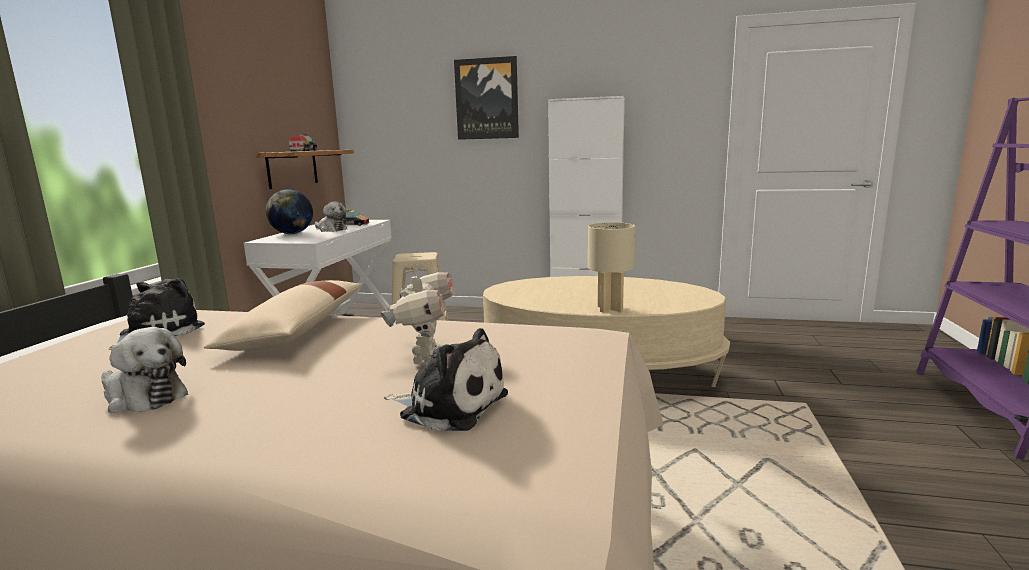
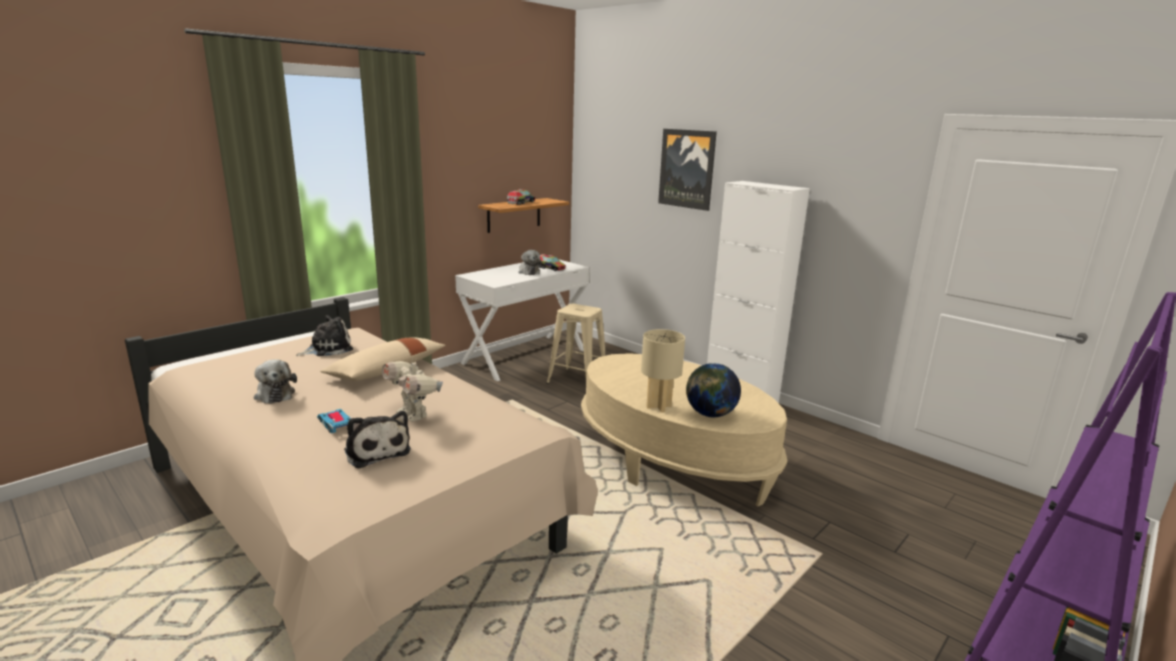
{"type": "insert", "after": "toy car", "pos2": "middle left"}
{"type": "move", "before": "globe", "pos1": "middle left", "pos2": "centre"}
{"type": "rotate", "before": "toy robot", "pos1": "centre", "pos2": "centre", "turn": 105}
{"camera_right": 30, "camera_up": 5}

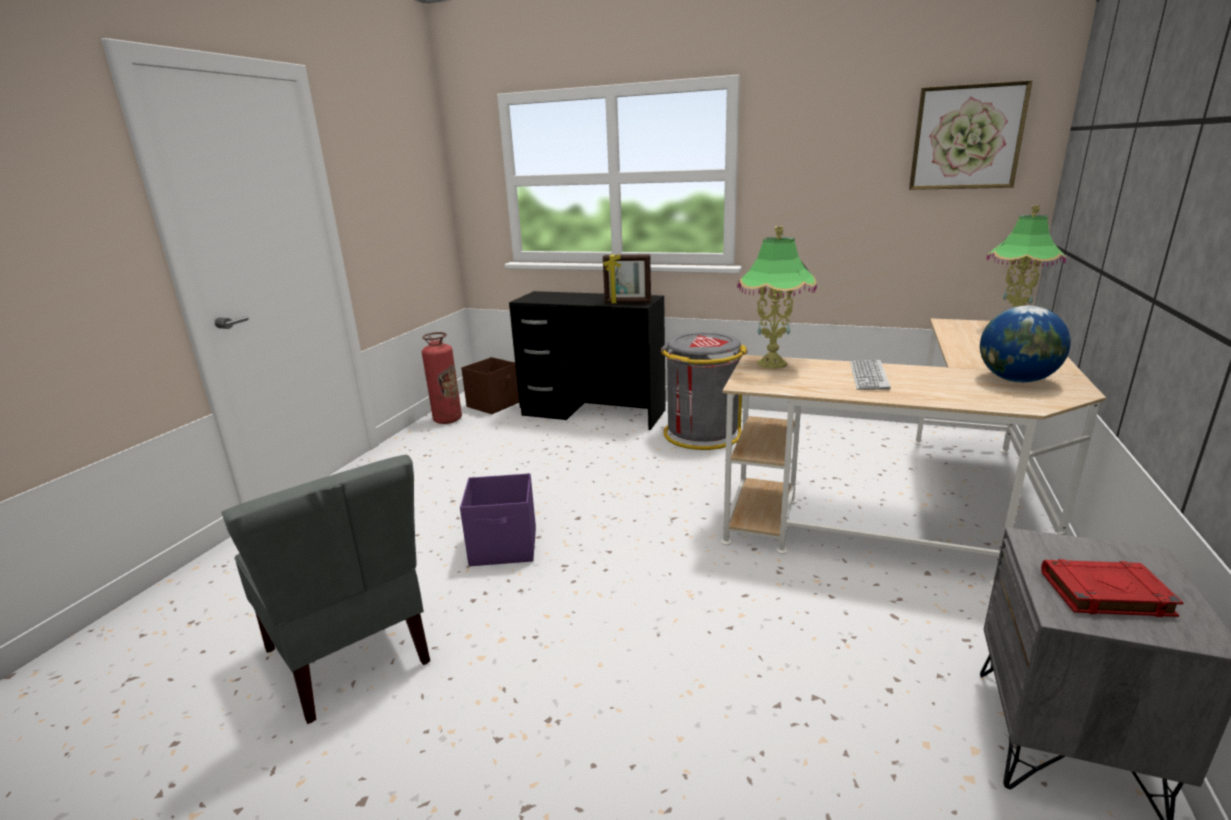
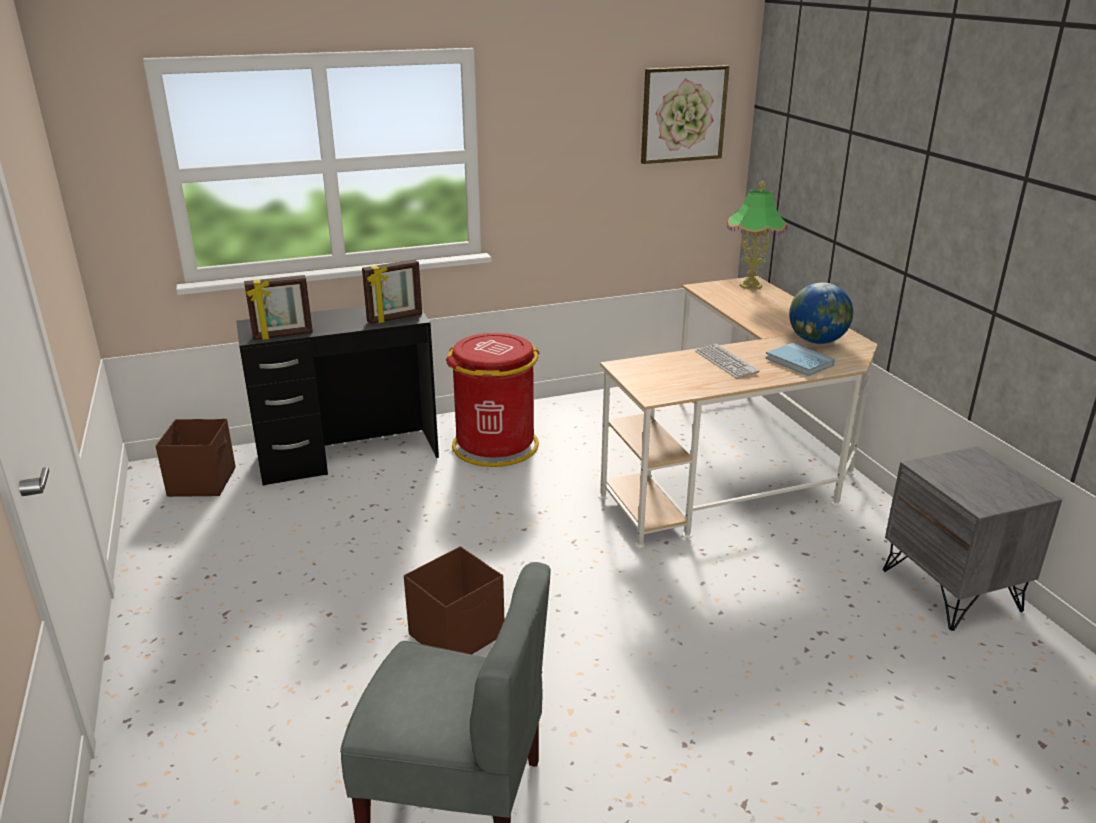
{"type": "delete", "before": "fire extinguisher", "pos1": "centre"}
{"type": "delete", "before": "table lamp (1st from left)", "pos1": "centre"}
{"type": "delete", "before": "red book", "pos1": "bottom right"}
{"type": "insert", "after": "picture frame (1st from left)", "pos2": "middle left"}
{"type": "insert", "after": "blue book", "pos2": "middle right"}
{"type": "recolor", "before": "purple storage box", "after": "brown storage box (2nd from left)", "pos1": "centre", "pos2": "bottom centre"}
{"type": "recolor", "before": "grey trash can", "after": "red trash can", "pos1": "centre", "pos2": "centre"}
{"camera_right": -40, "camera_up": 5}

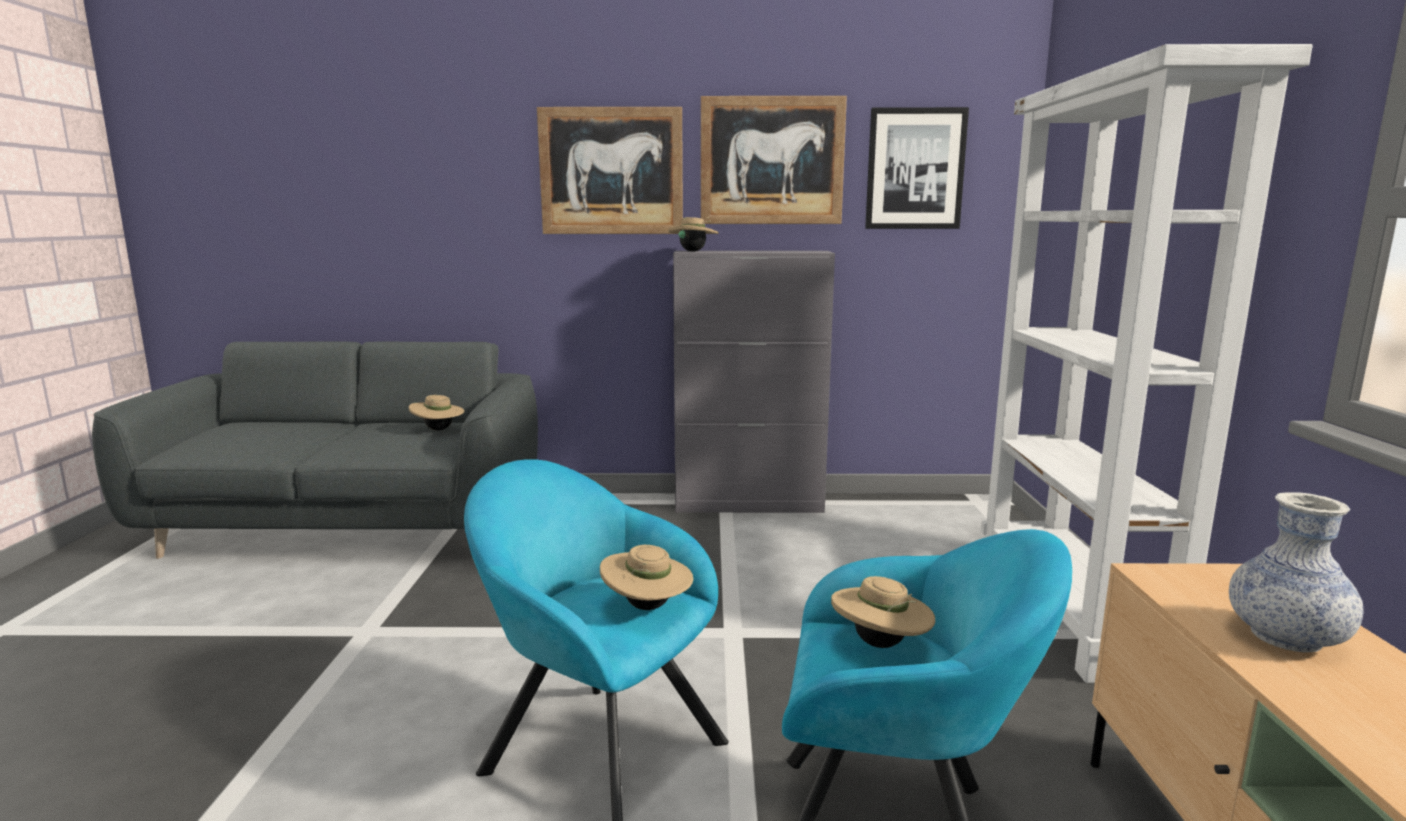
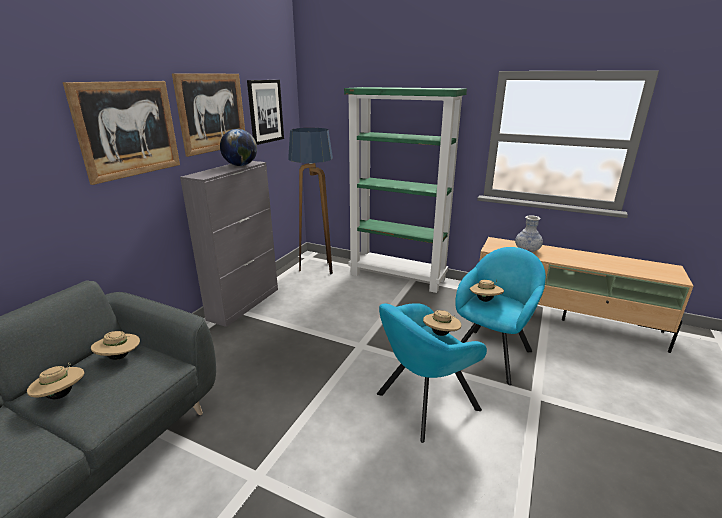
{"type": "insert", "after": "globe", "pos2": "top left"}
{"type": "insert", "after": "floor lamp", "pos2": "centre"}
{"type": "move", "before": "beige hat (3rd from left in the first image)", "after": "beige hat (1st from left)", "pos1": "top centre", "pos2": "bottom left"}
{"type": "recolor", "before": "white bookcase", "after": "green bookcase", "pos1": "middle right", "pos2": "centre"}
{"camera_right": -65, "camera_up": 10}

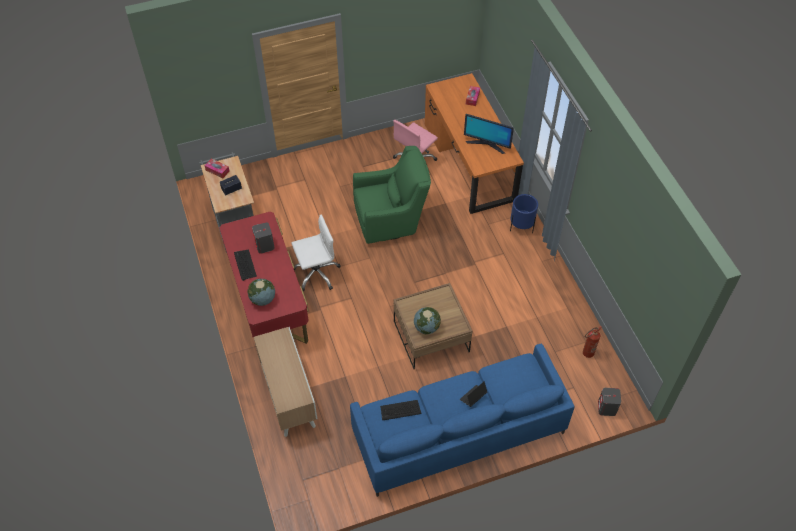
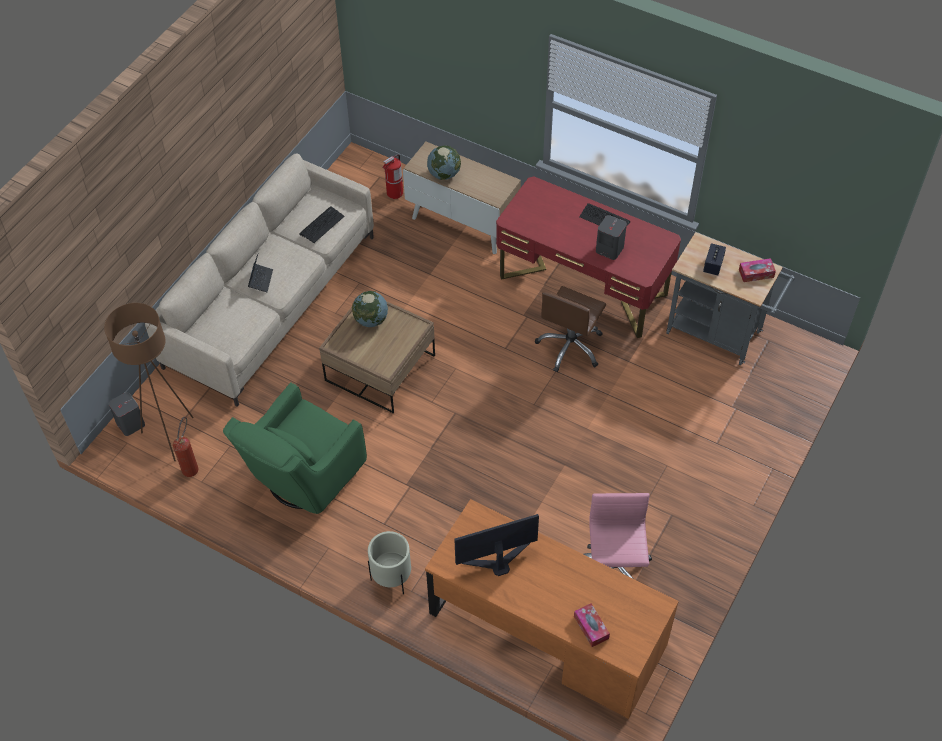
{"type": "insert", "after": "brown floor lamp", "pos2": "middle left"}
{"type": "insert", "after": "fire extinguisher (2nd from left)", "pos2": "top centre"}
{"type": "move", "before": "globe (1st from left in the first image)", "after": "globe (2nd from left)", "pos1": "middle left", "pos2": "top centre"}
{"type": "move", "before": "green armchair", "pos1": "centre", "pos2": "middle left"}
{"type": "recolor", "before": "white office chair", "after": "brown office chair", "pos1": "centre", "pos2": "centre"}
{"type": "recolor", "before": "blue sofa", "after": "beige sofa", "pos1": "bottom centre", "pos2": "middle left"}
{"type": "recolor", "before": "blue planter", "after": "beige planter", "pos1": "centre", "pos2": "bottom centre"}
{"camera_right": 140, "camera_up": 0}

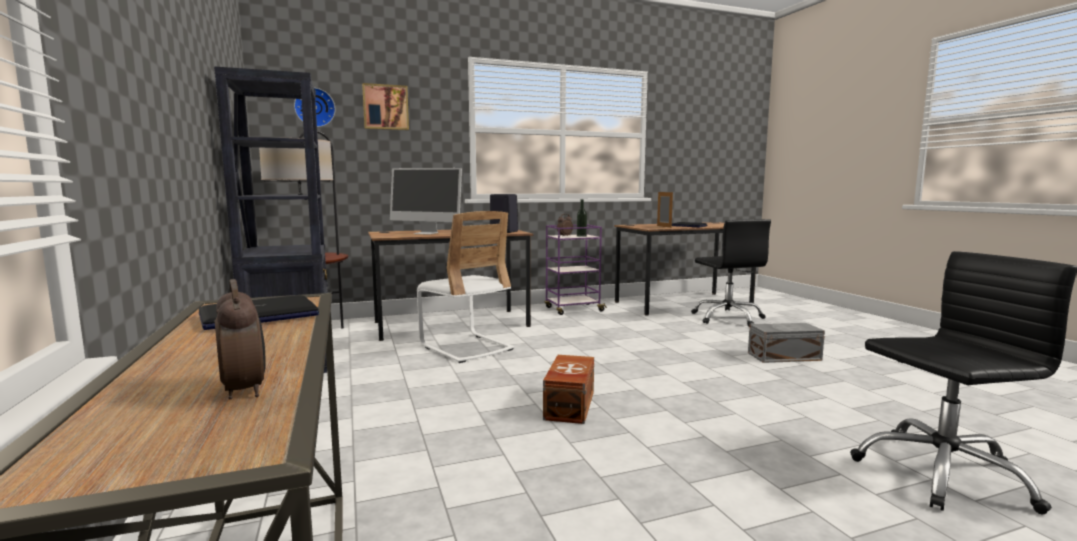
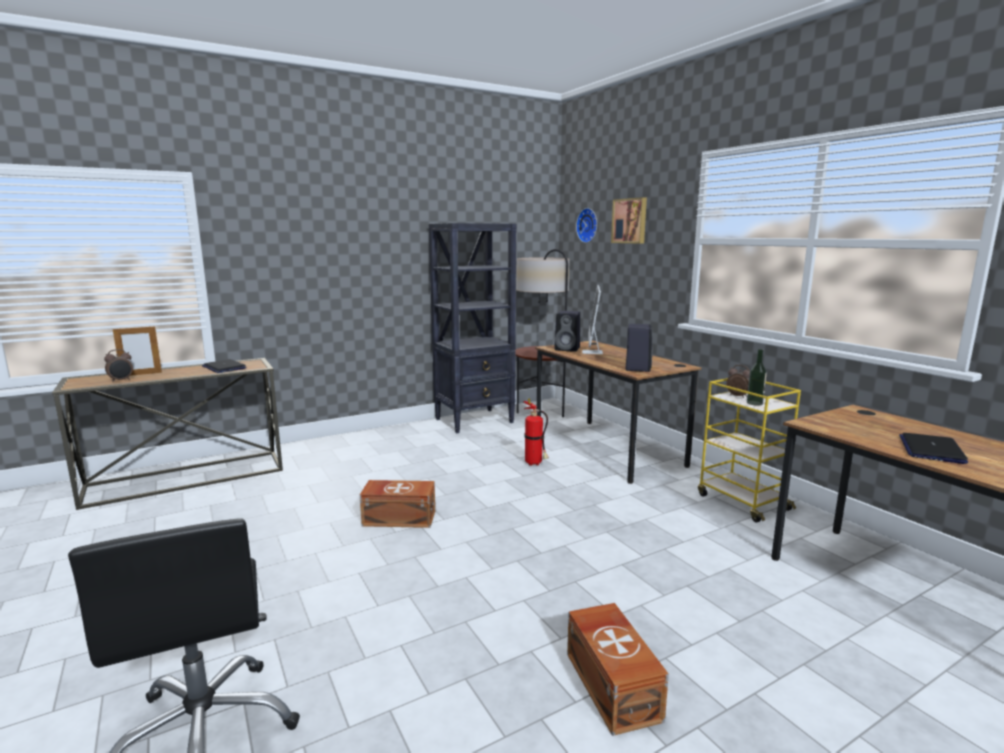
{"type": "delete", "before": "black office chair (1st from left)", "pos1": "middle right"}
{"type": "insert", "after": "black speaker (1st from left)", "pos2": "centre"}
{"type": "move", "before": "picture frame", "pos1": "centre", "pos2": "middle left"}
{"type": "replace", "before": "white chair", "after": "fire extinguisher", "pos1": "centre", "pos2": "centre"}
{"type": "recolor", "before": "purple cart", "after": "yellow cart", "pos1": "centre", "pos2": "middle right"}
{"type": "recolor", "before": "grey storage box", "after": "brown storage box (2nd from left)", "pos1": "middle right", "pos2": "bottom centre"}
{"camera_right": 80, "camera_up": 5}

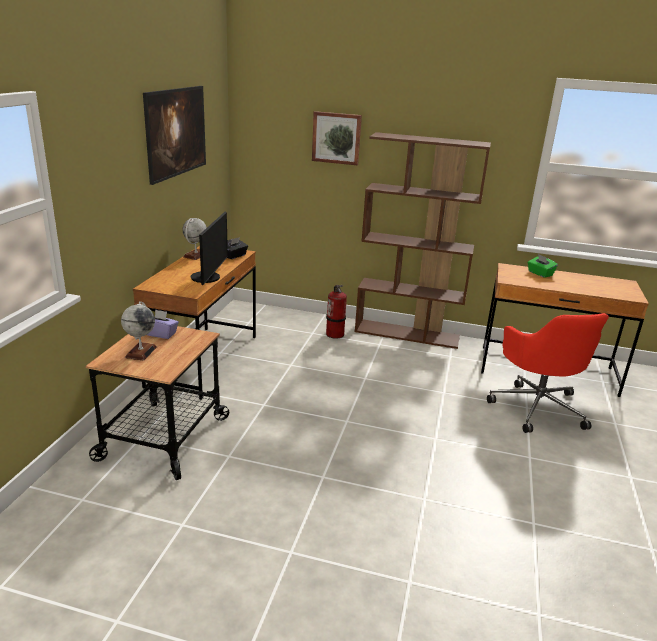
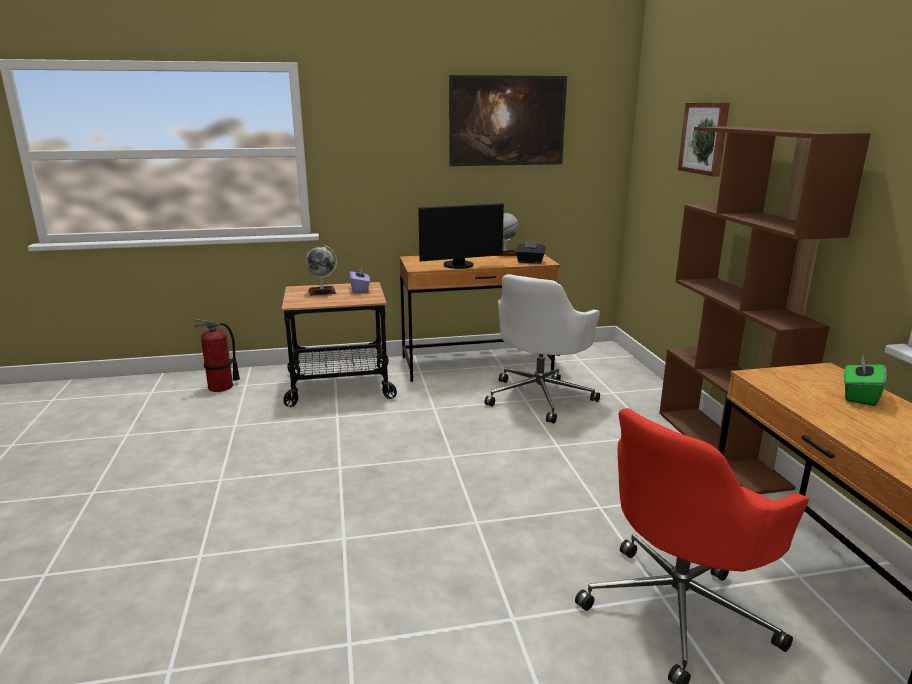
{"type": "insert", "after": "white office chair", "pos2": "centre"}
{"type": "move", "before": "fire extinguisher", "pos1": "centre", "pos2": "middle left"}
{"camera_right": 65, "camera_up": -5}

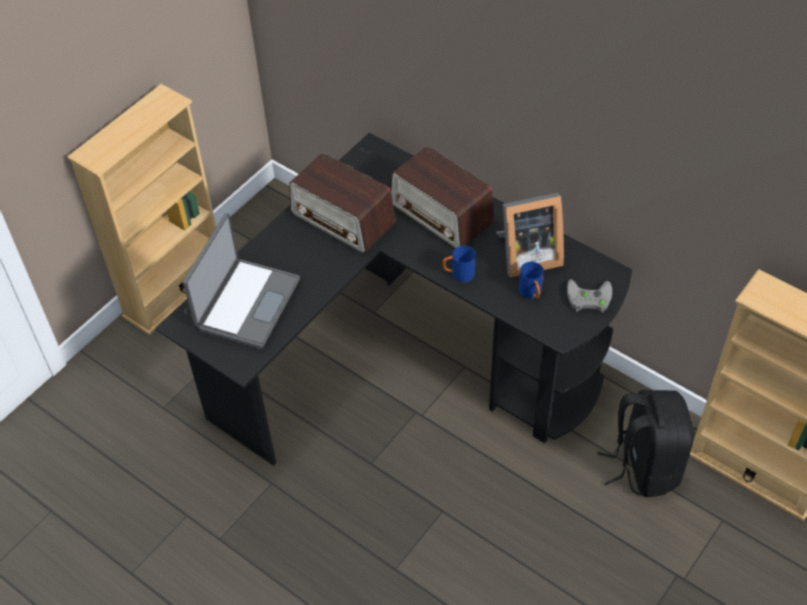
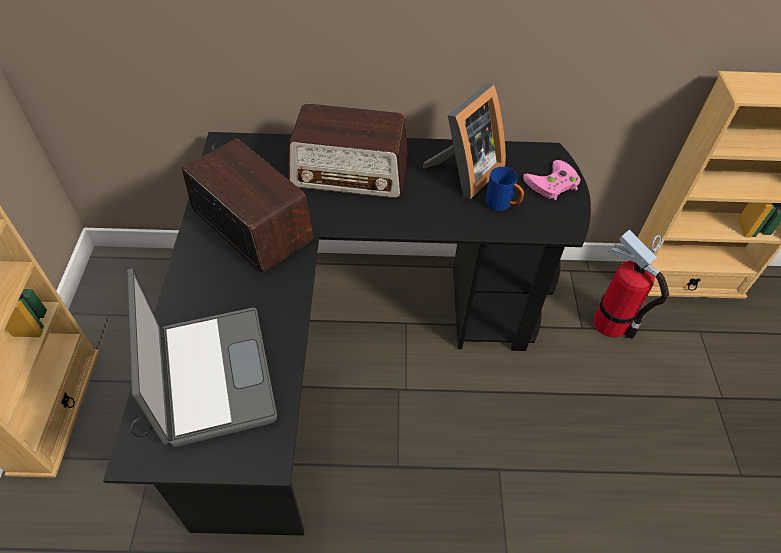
{"type": "delete", "before": "blue mug (1st from left)", "pos1": "centre"}
{"type": "replace", "before": "black backpack", "after": "fire extinguisher", "pos1": "bottom right", "pos2": "middle right"}
{"type": "recolor", "before": "grey game controller", "after": "pink game controller", "pos1": "middle right", "pos2": "top right"}
{"type": "rotate", "before": "radio (1st from left)", "pos1": "centre", "pos2": "middle left", "turn": -135}
{"camera_right": -40, "camera_up": 0}

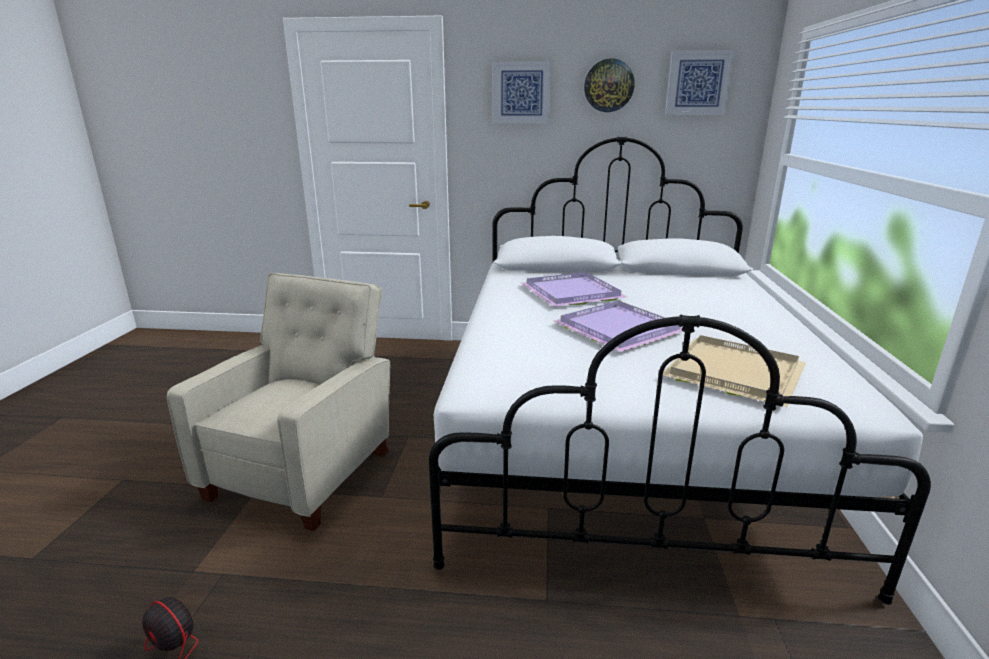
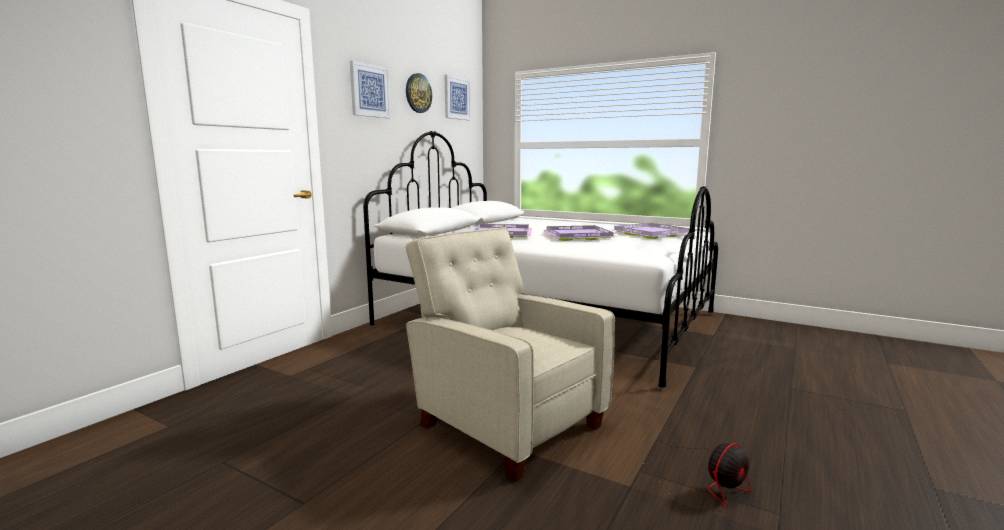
{"type": "recolor", "before": "beige tray", "after": "purple tray (3rd from left)", "pos1": "middle right", "pos2": "centre"}
{"camera_right": -65, "camera_up": -10}

